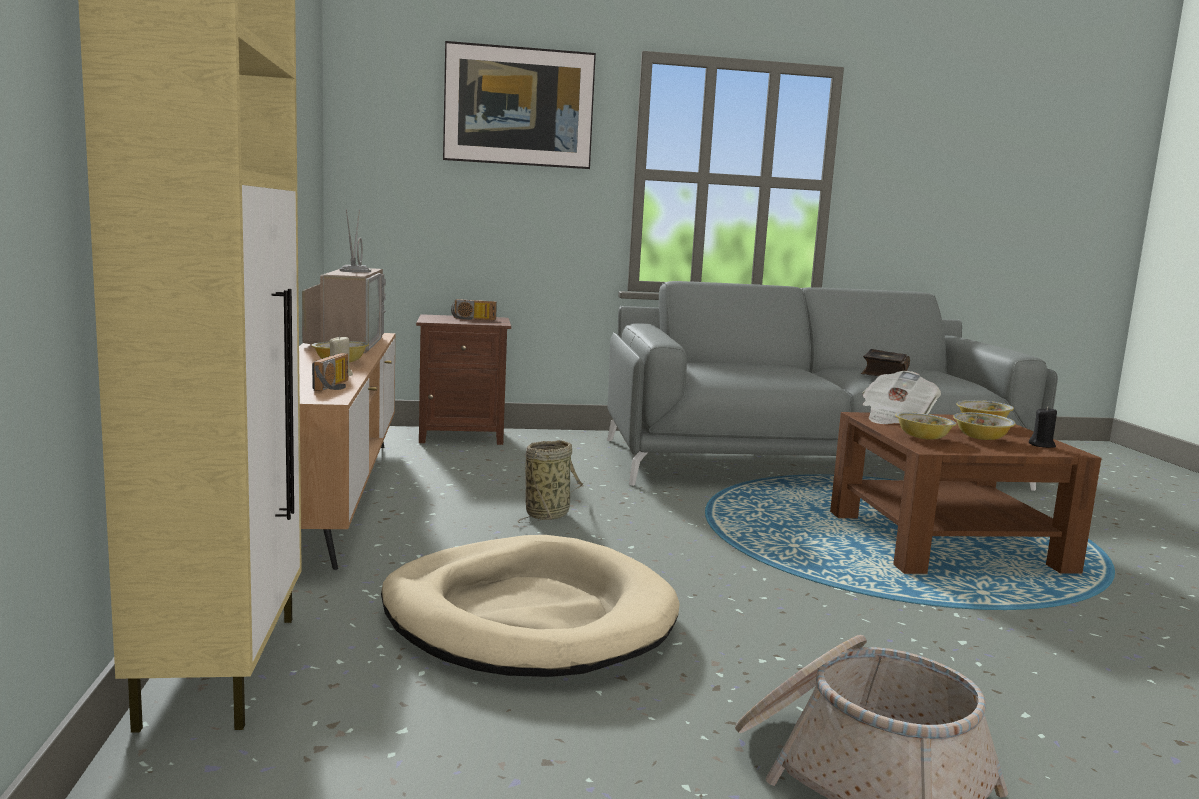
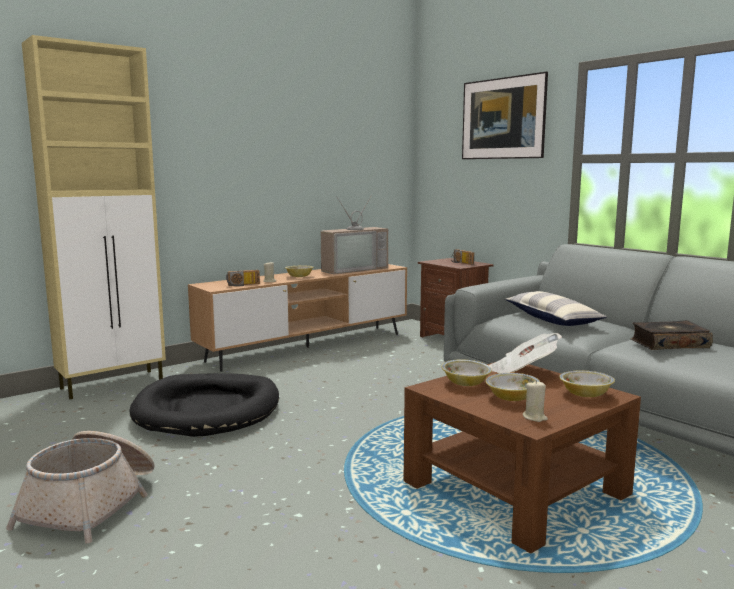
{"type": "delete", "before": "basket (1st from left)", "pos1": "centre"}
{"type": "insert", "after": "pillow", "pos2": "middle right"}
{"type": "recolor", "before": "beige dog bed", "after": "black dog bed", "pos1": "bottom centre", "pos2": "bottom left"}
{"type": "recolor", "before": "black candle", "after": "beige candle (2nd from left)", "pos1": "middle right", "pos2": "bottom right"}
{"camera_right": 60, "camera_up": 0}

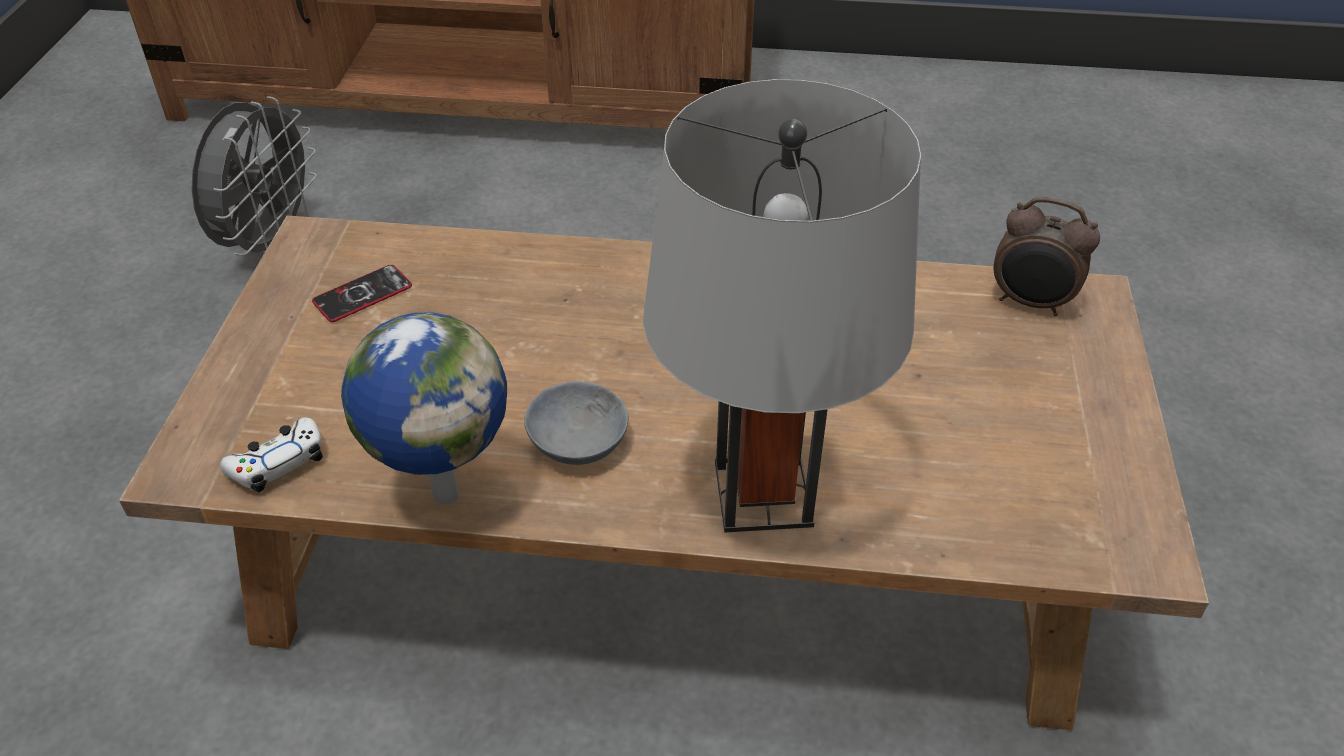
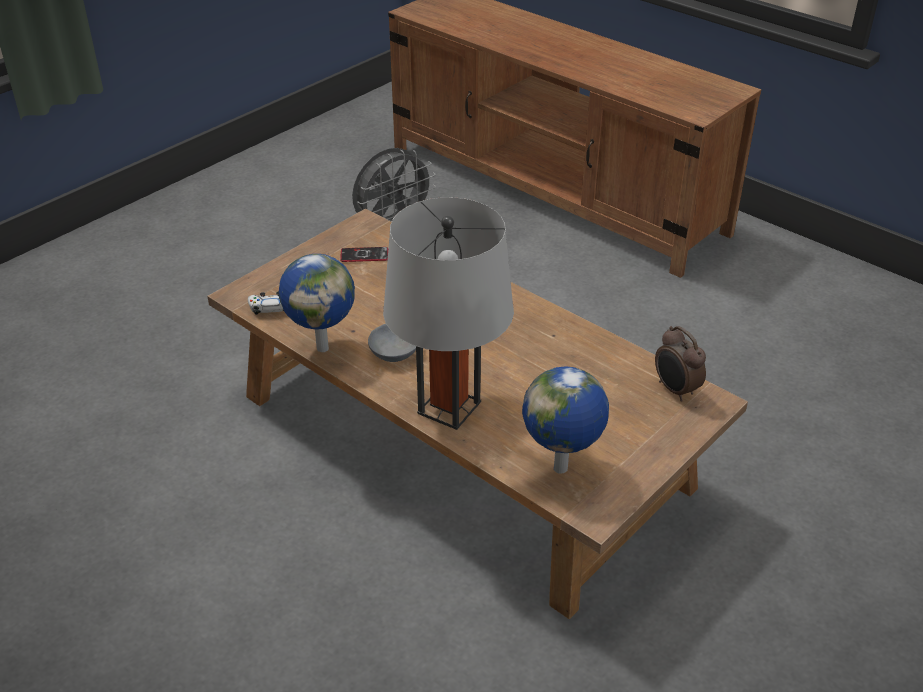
{"type": "insert", "after": "globe (2nd from left)", "pos2": "centre"}
{"camera_right": 35, "camera_up": -5}

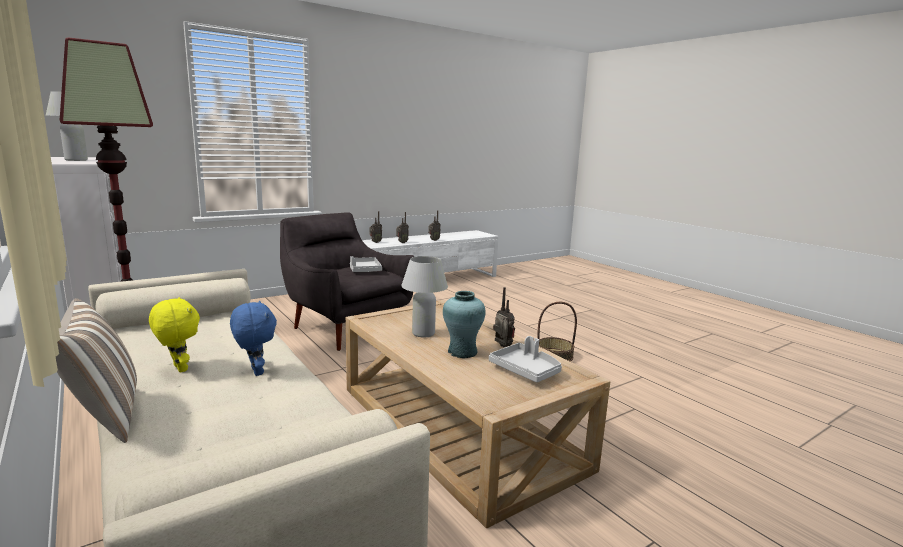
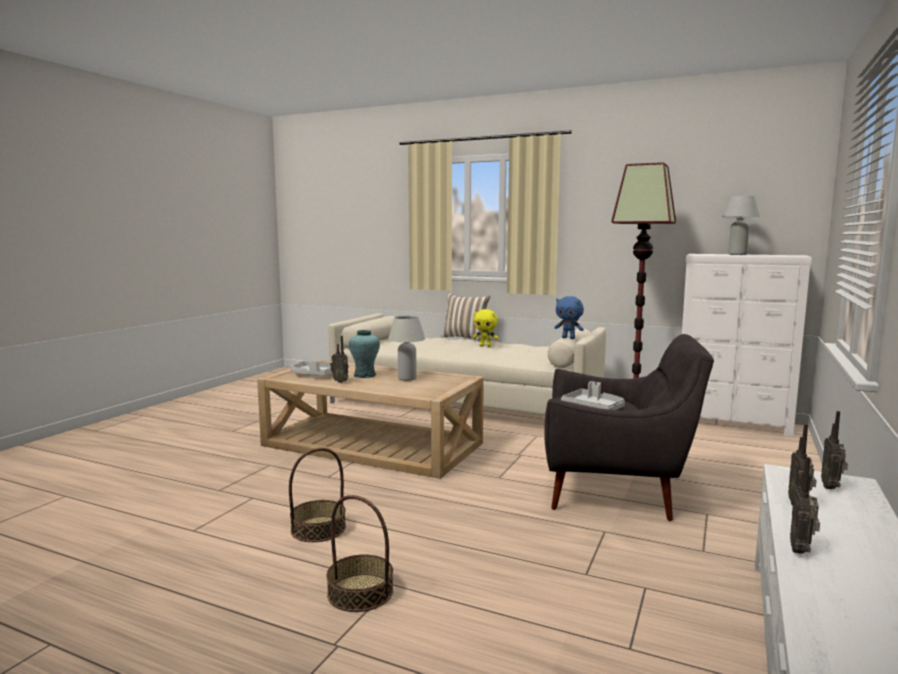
{"type": "insert", "after": "basket (2nd from left)", "pos2": "bottom centre"}
{"type": "move", "before": "blue plush toy", "pos1": "middle left", "pos2": "centre"}
{"camera_right": 150, "camera_up": -5}

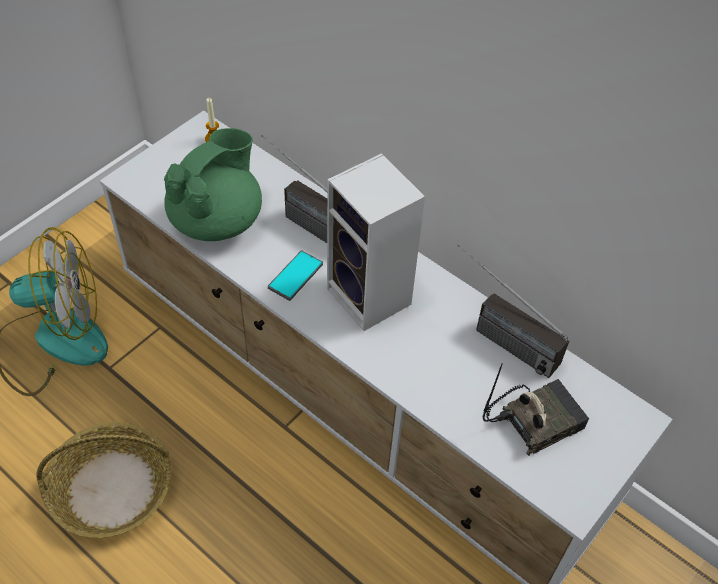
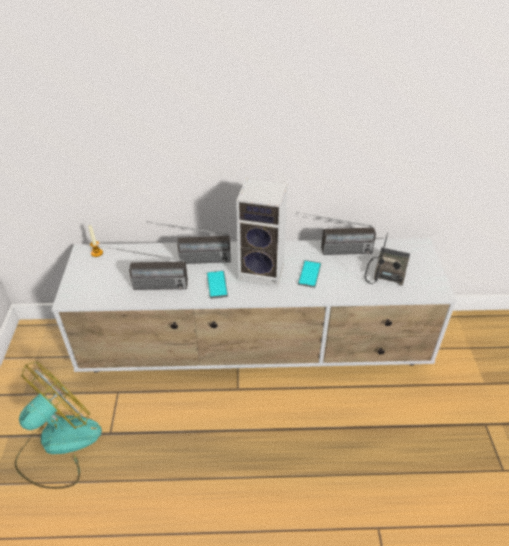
{"type": "delete", "before": "basket", "pos1": "bottom left"}
{"type": "insert", "after": "phone (2nd from left)", "pos2": "centre"}
{"type": "replace", "before": "green teapot", "after": "radio (1st from left)", "pos1": "top left", "pos2": "middle left"}
{"camera_right": -40, "camera_up": -10}

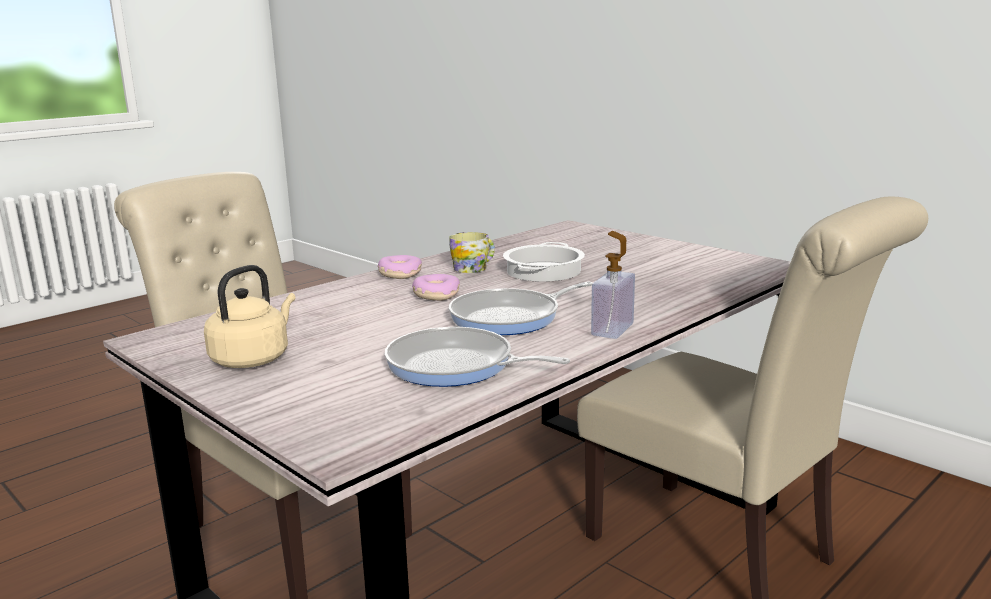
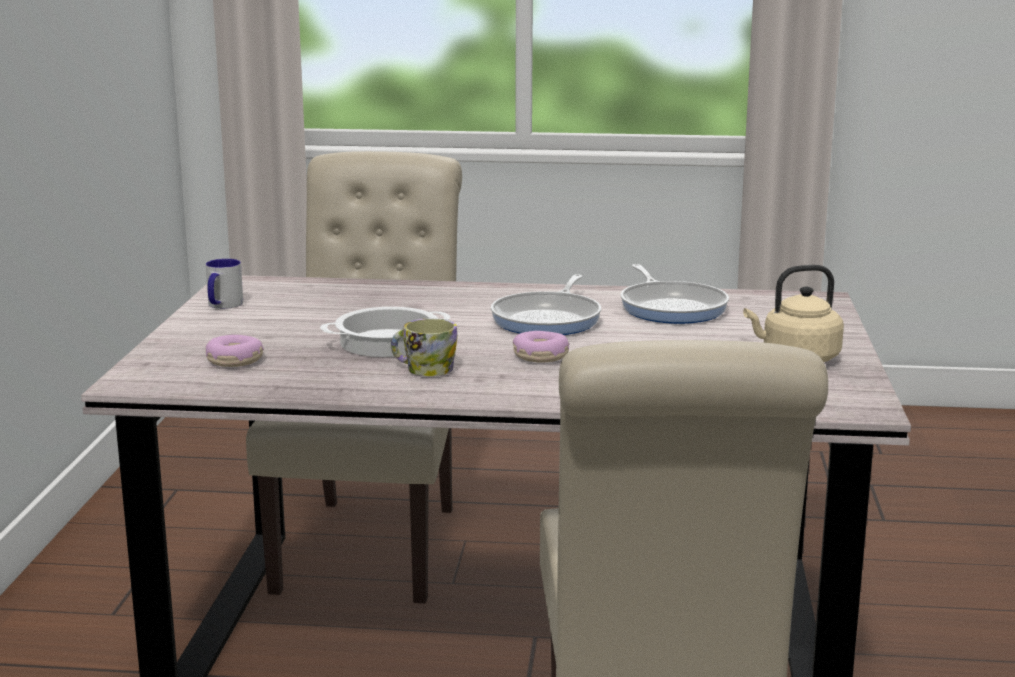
{"type": "delete", "before": "soap dispenser", "pos1": "centre"}
{"type": "insert", "after": "mug (1st from left)", "pos2": "middle left"}
{"type": "move", "before": "donut (1st from left)", "pos1": "centre", "pos2": "middle left"}
{"type": "rotate", "before": "frying pan (2nd from left in the first image)", "pos1": "centre", "pos2": "centre", "turn": 90}
{"camera_right": -130, "camera_up": 0}

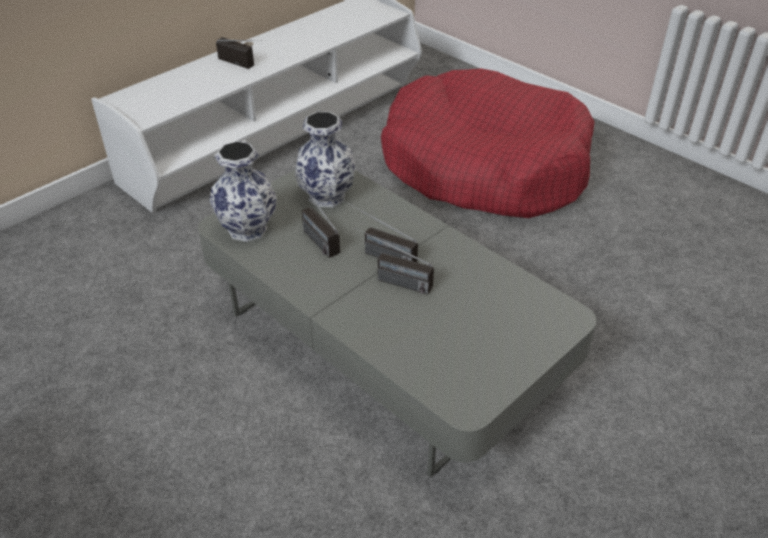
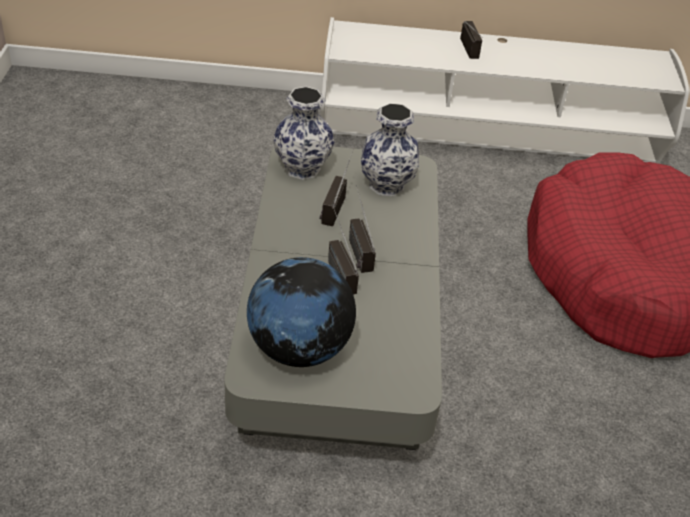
{"type": "insert", "after": "globe", "pos2": "centre"}
{"camera_right": 45, "camera_up": 0}

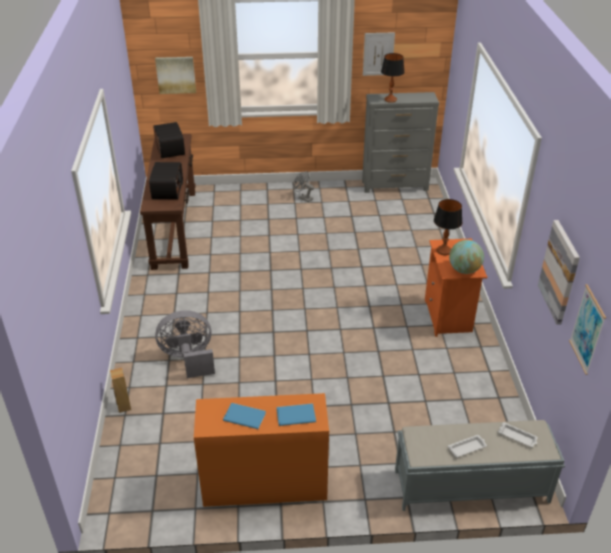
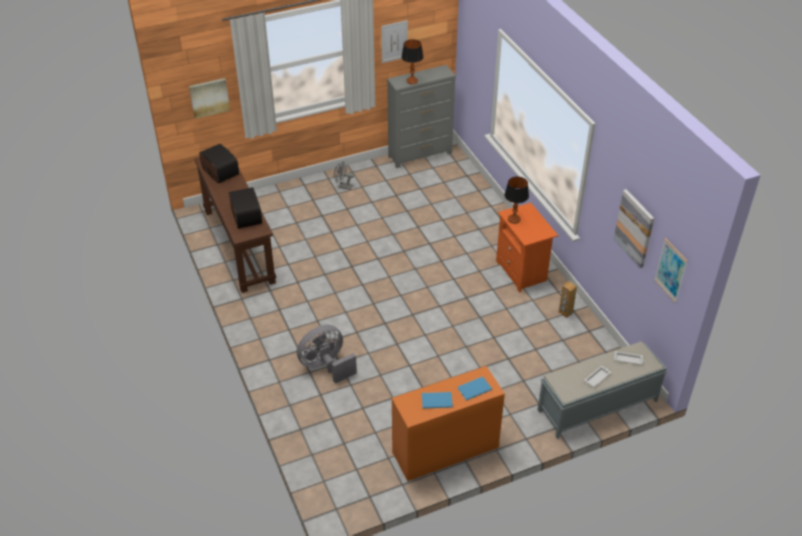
{"type": "delete", "before": "globe", "pos1": "middle right"}
{"type": "move", "before": "brown speaker", "pos1": "bottom left", "pos2": "middle right"}
{"camera_right": -20, "camera_up": 5}

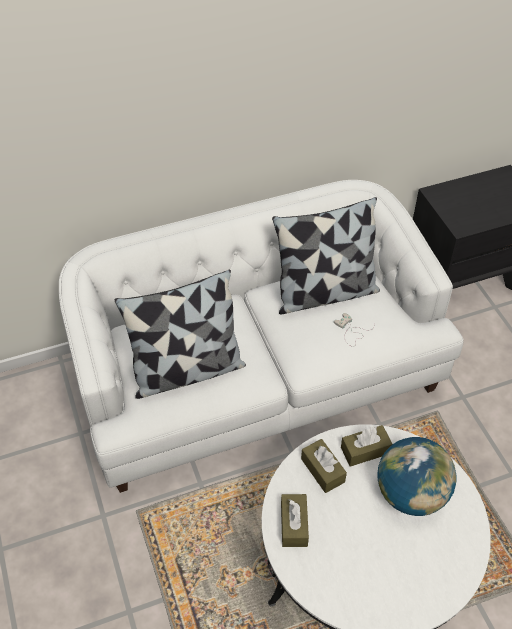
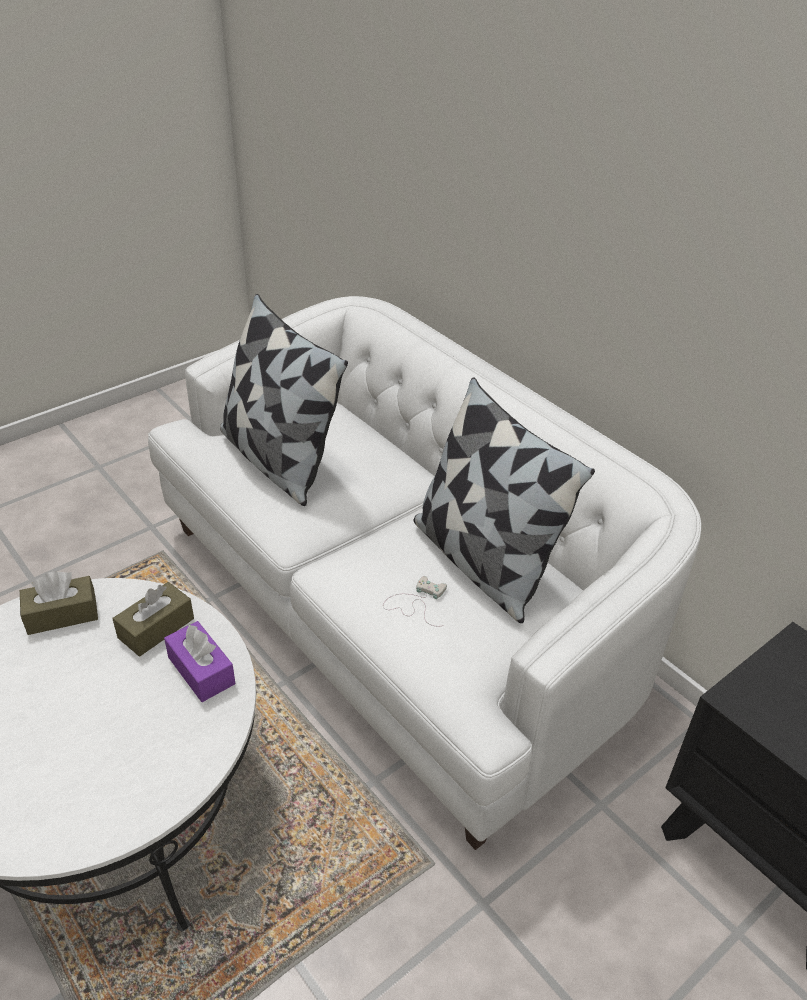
{"type": "delete", "before": "globe", "pos1": "bottom right"}
{"type": "recolor", "before": "brown tissue box (3rd from left)", "after": "purple tissue box", "pos1": "bottom right", "pos2": "middle left"}
{"camera_right": 70, "camera_up": -10}

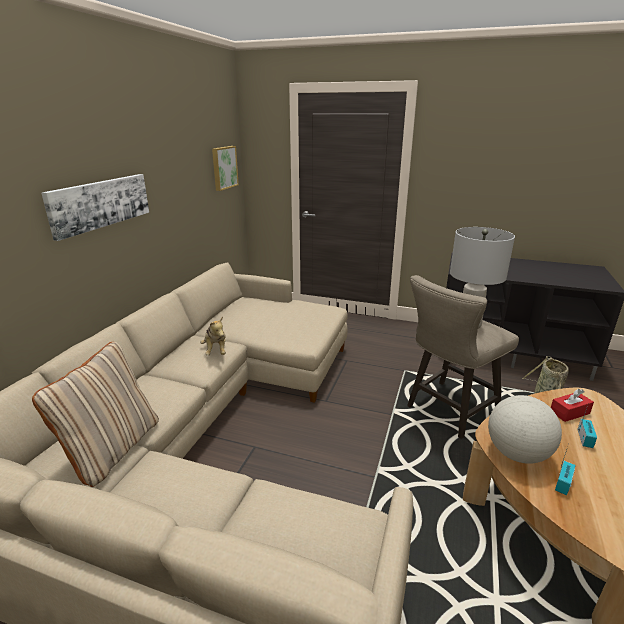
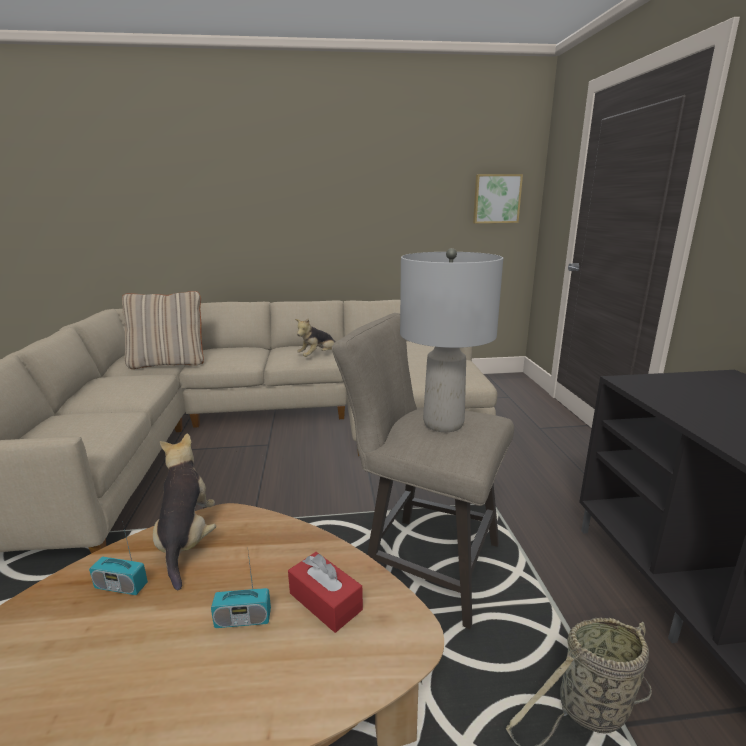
{"type": "delete", "before": "picture (1st from left)", "pos1": "top left"}
{"type": "replace", "before": "globe", "after": "plush toy (1st from left)", "pos1": "bottom right", "pos2": "bottom left"}
{"camera_right": 65, "camera_up": -5}

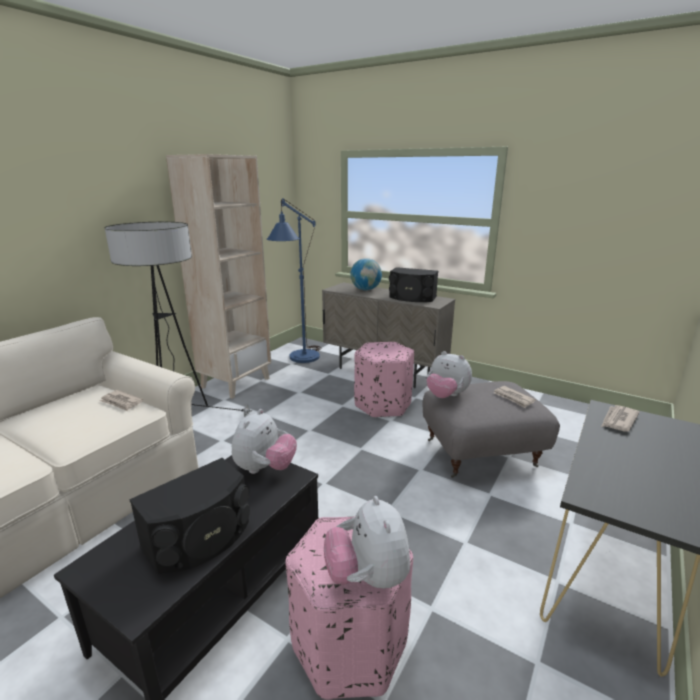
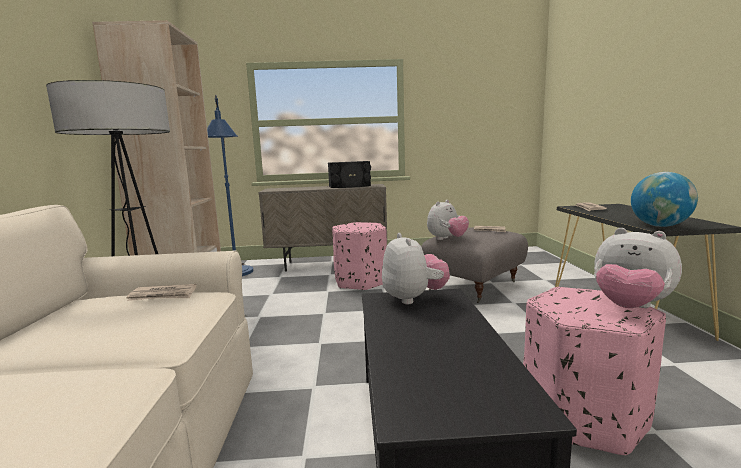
{"type": "delete", "before": "black speaker (1st from left)", "pos1": "bottom left"}
{"type": "move", "before": "globe", "pos1": "centre", "pos2": "middle right"}
{"type": "rotate", "before": "plush toy (3rd from left in the first image)", "pos1": "centre", "pos2": "centre", "turn": -45}
{"camera_right": -35, "camera_up": -10}

